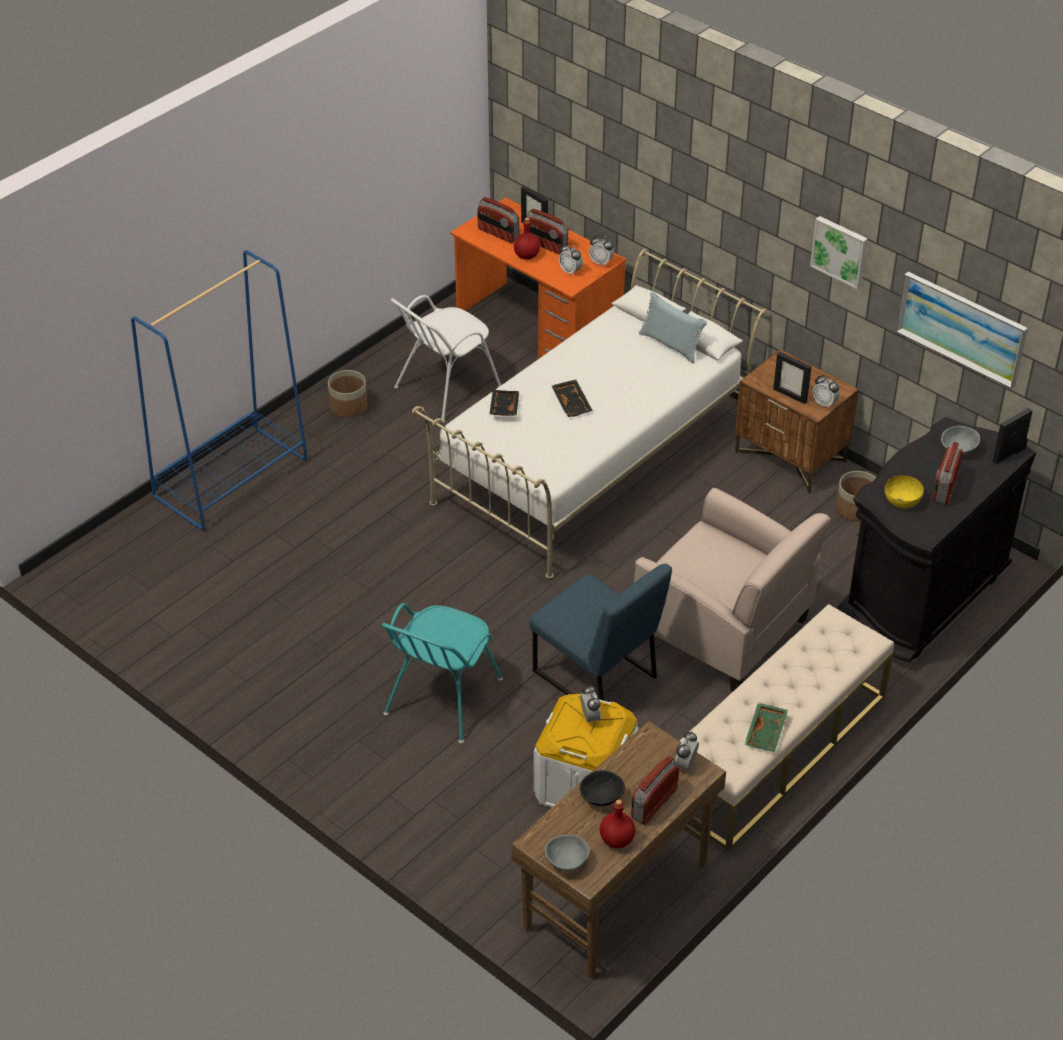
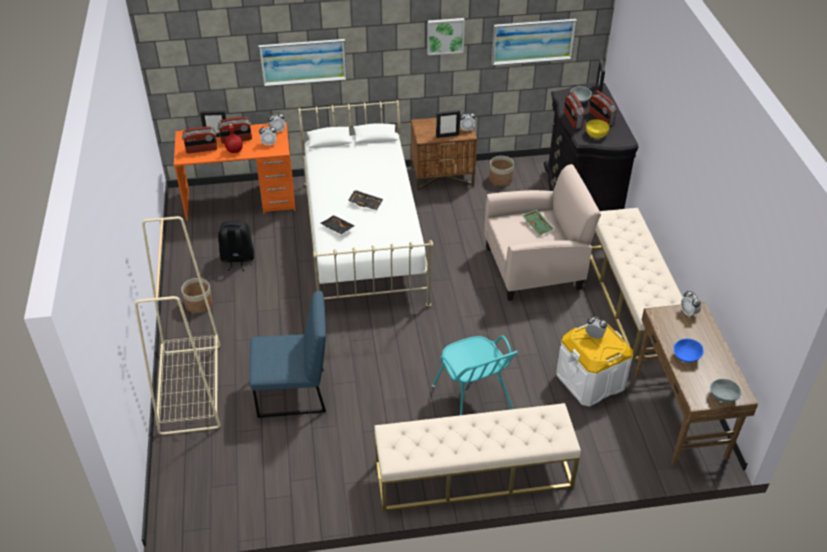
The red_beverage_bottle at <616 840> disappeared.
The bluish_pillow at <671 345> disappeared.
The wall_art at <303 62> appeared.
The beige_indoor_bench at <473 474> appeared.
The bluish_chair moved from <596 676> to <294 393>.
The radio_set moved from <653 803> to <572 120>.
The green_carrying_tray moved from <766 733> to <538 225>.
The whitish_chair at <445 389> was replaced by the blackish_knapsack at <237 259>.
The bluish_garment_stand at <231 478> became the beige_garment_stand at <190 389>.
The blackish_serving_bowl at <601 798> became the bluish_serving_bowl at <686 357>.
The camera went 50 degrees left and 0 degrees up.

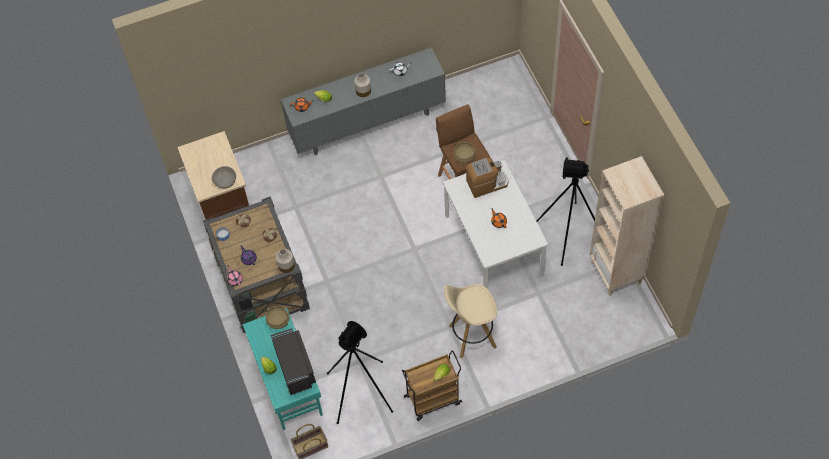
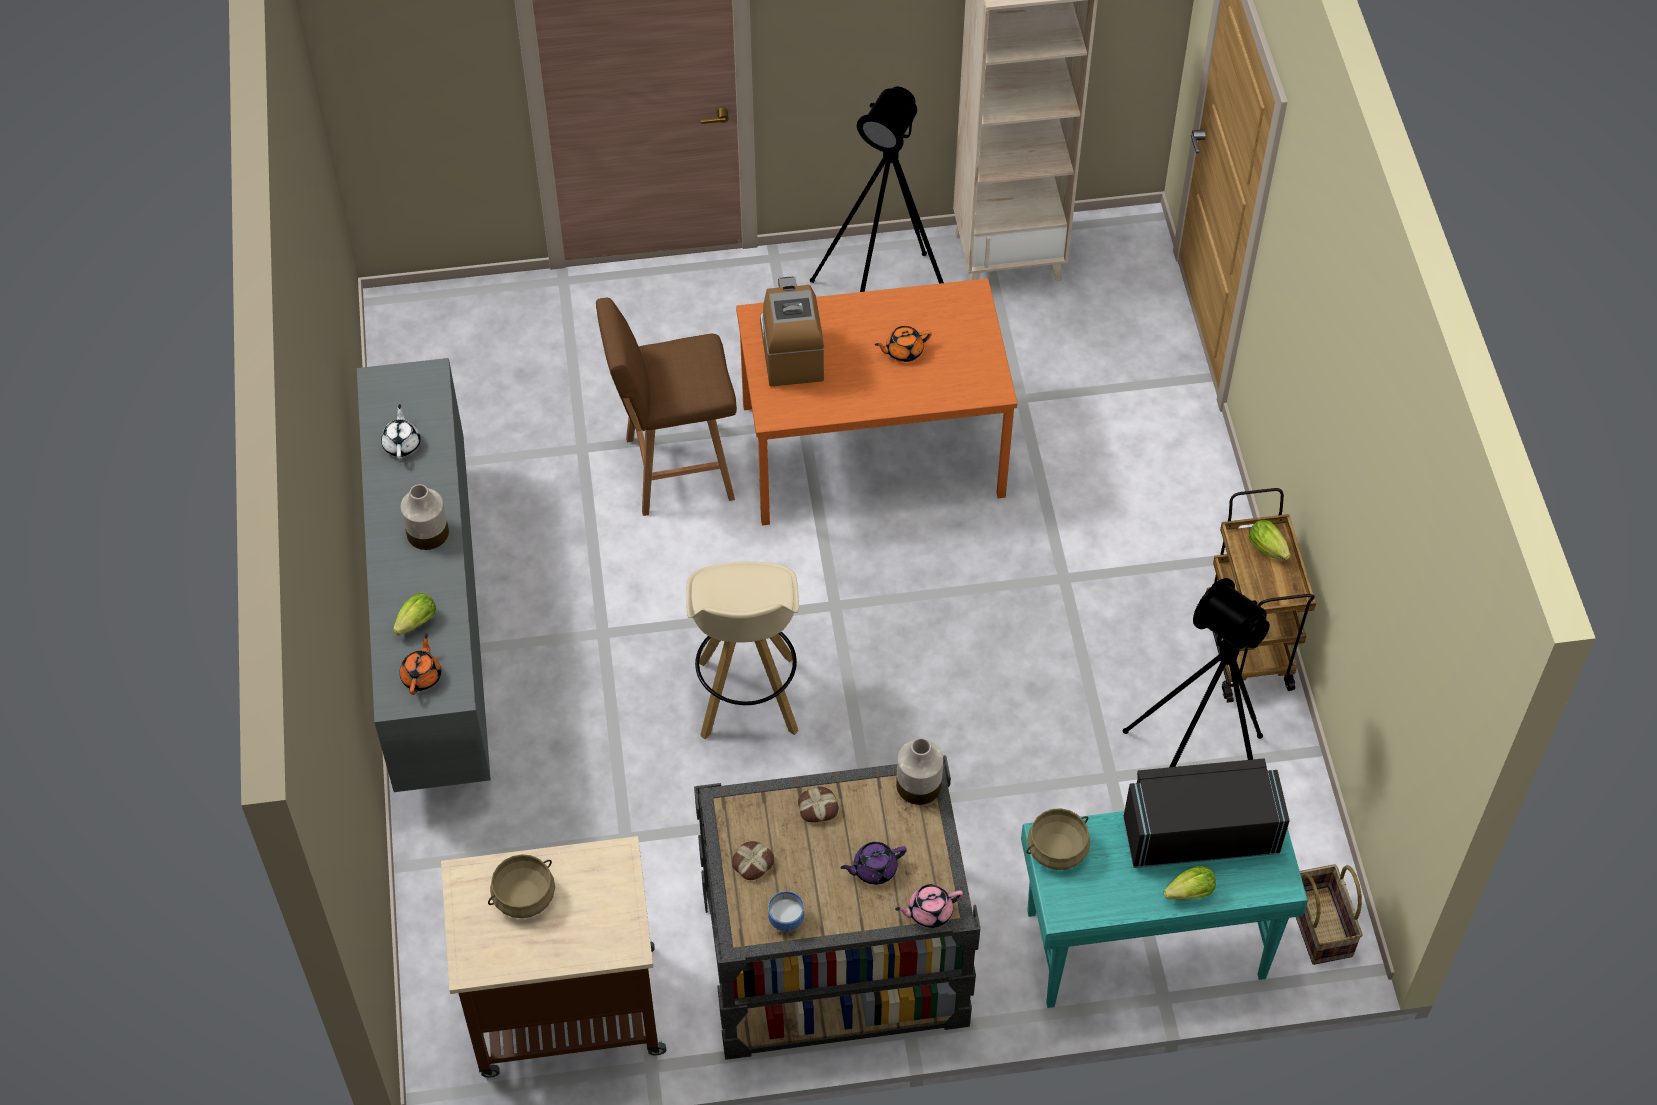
The grey_serving_bowl at <225 181> disappeared.
The beige_stool moved from <471 336> to <746 699>.
The beige_stockpot moved from <464 156> to <524 895>.
The whitish_dining_table at <493 244> became the orangey_dining_table at <871 451>.
The camera went 80 degrees left and 5 degrees down.

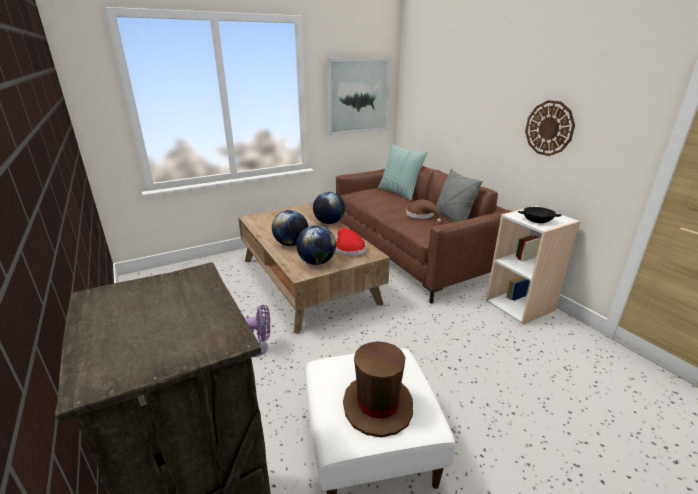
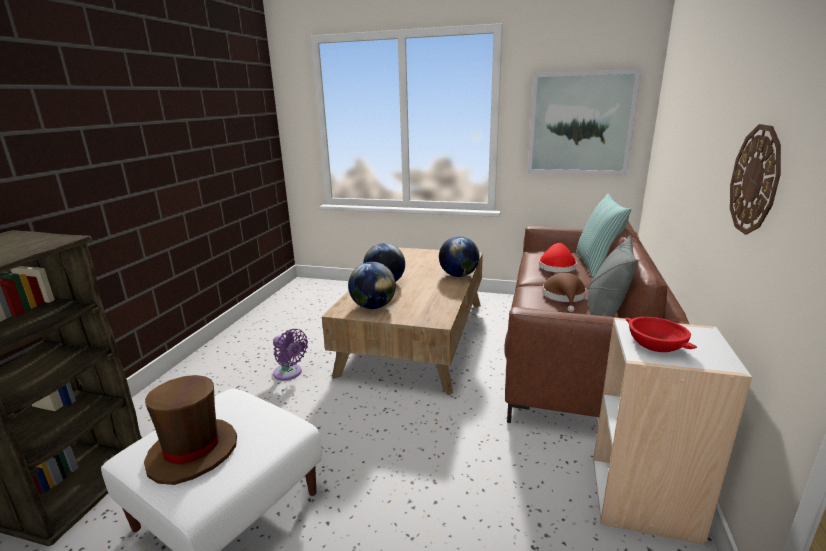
The red_wearable_hat moved from <348 249> to <557 266>.
The blackish_serving_bowl at <537 221> became the red_serving_bowl at <655 345>.
The camera went 45 degrees right and 5 degrees down.

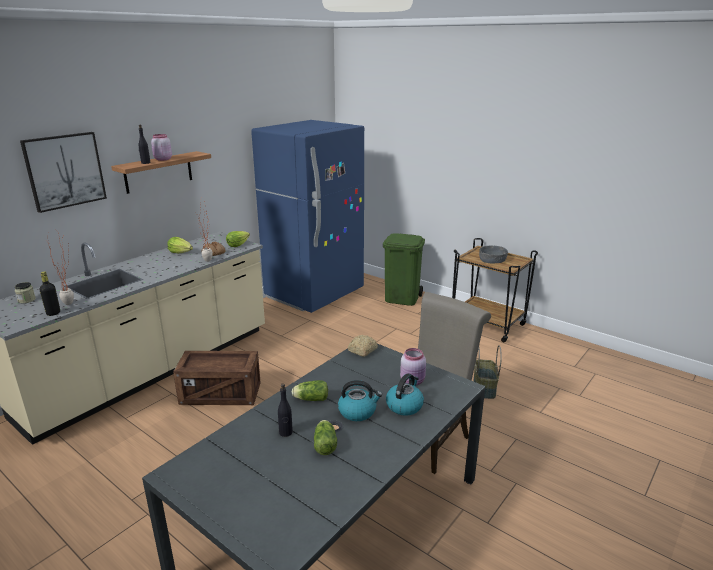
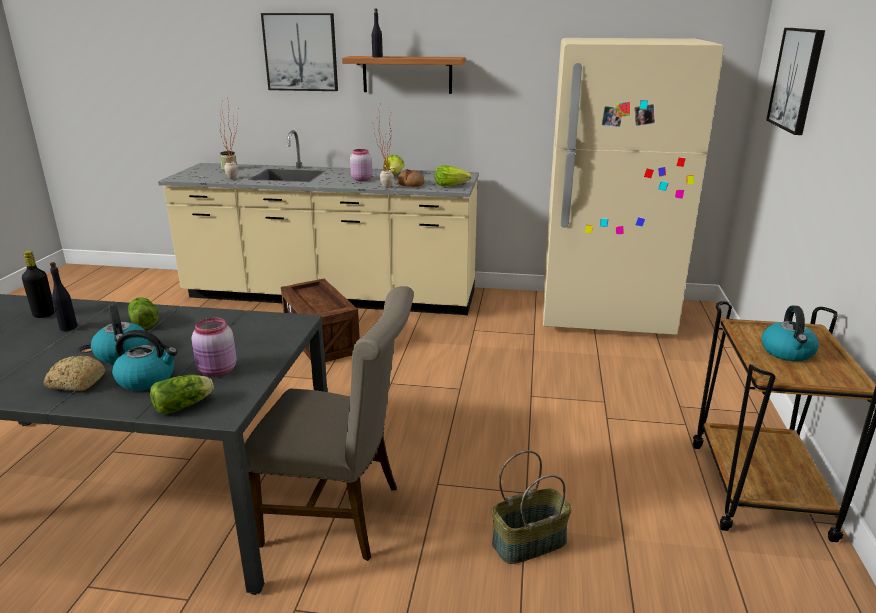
The green_rubbish_bin at <402 299> disappeared.
The wall_art at <796 79> appeared.
The blackish_beverage_bottle moved from <53 313> to <44 314>.
The pinkish_storage_jar moved from <162 159> to <361 179>.
The head_of_lettuce moved from <325 444> to <185 405>.
The bakery_bread moved from <362 350> to <76 382>.
The grey_serving_bowl at <492 259> was replaced by the tea_kettle at <787 352>.
The bluish_kitchen_fridge at <315 294> became the beige_kitchen_fridge at <605 315>.
The camera went 60 degrees right and 0 degrees up.

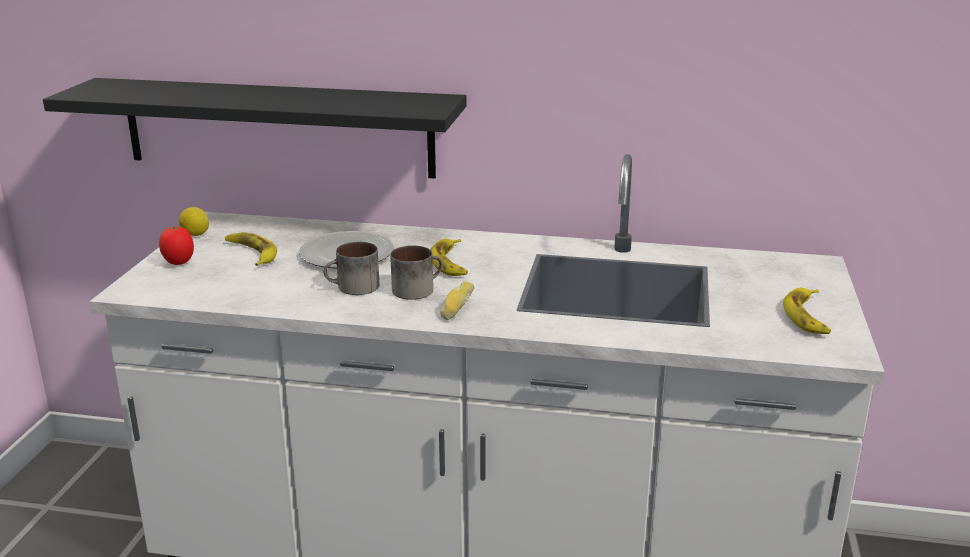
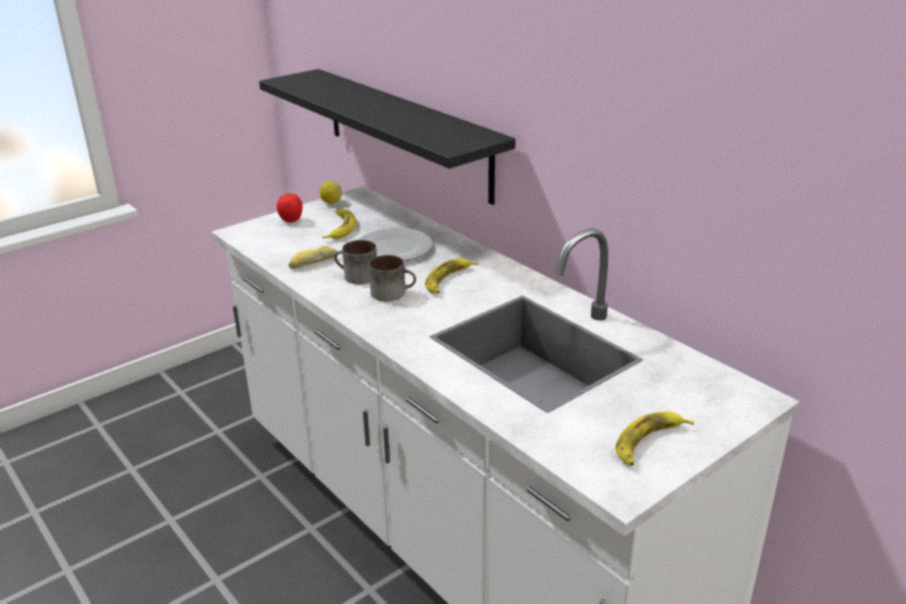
The bakery_bread moved from <456 307> to <313 262>.
The camera went 40 degrees right and 5 degrees up.

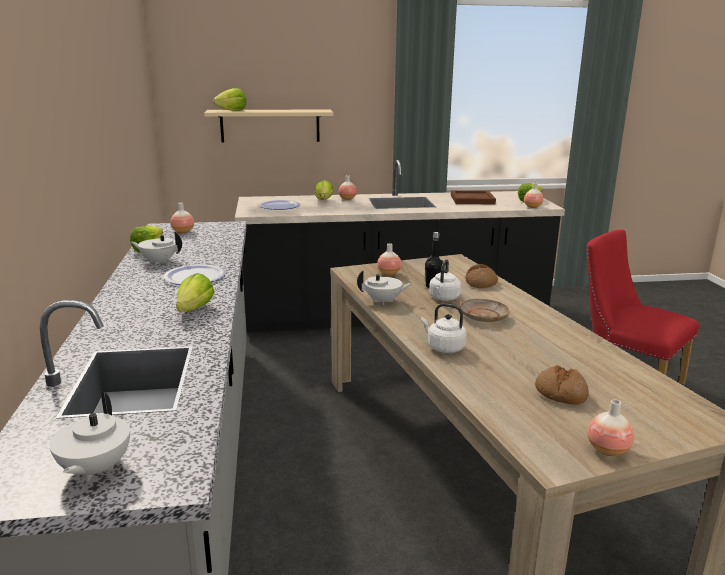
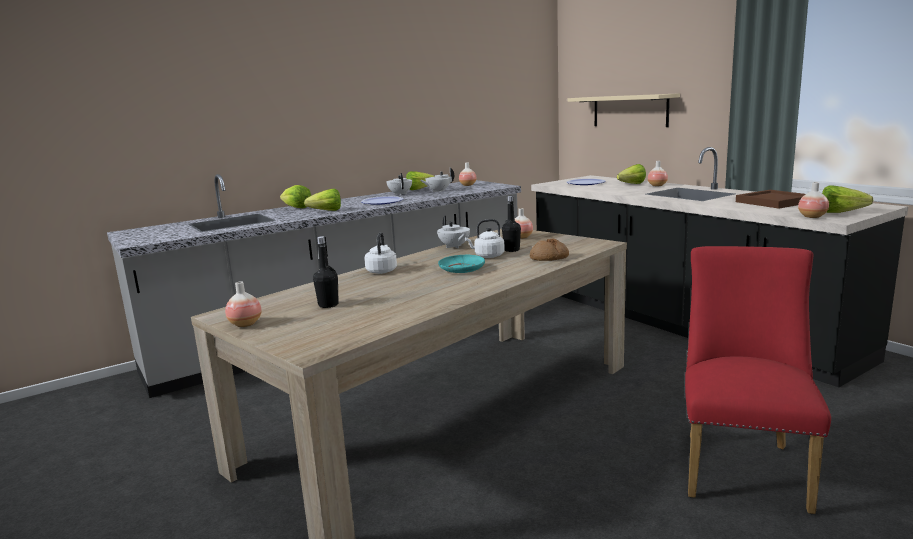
The whitish_tea_pot moved from <94 469> to <438 191>.
The head_of_lettuce moved from <232 111> to <297 208>.
The bakery_bread at <560 393> was replaced by the blackish_beverage_bottle at <328 305>.
The beige_dinner_plate at <483 316> became the turquoise-coloured_dinner_plate at <462 270>.
The camera went 65 degrees right and 5 degrees down.

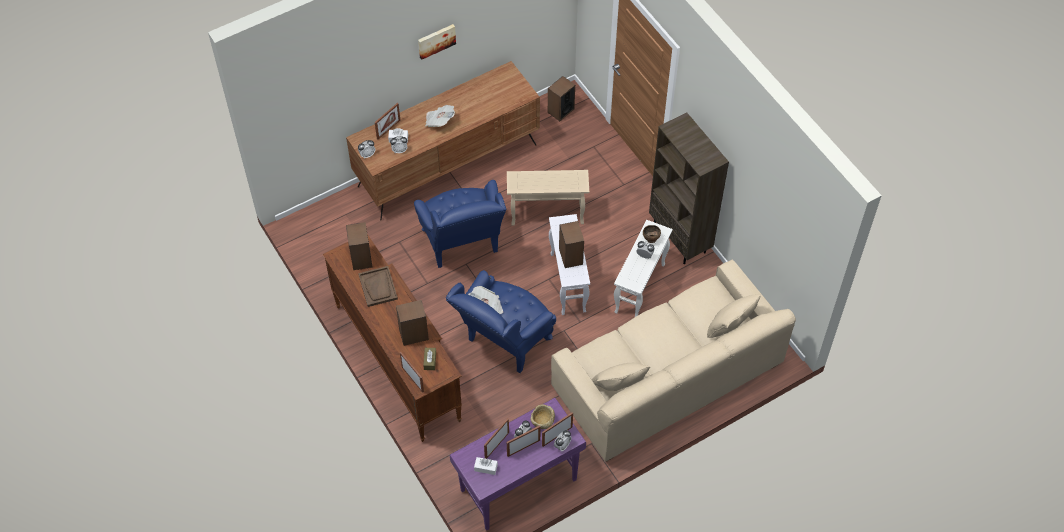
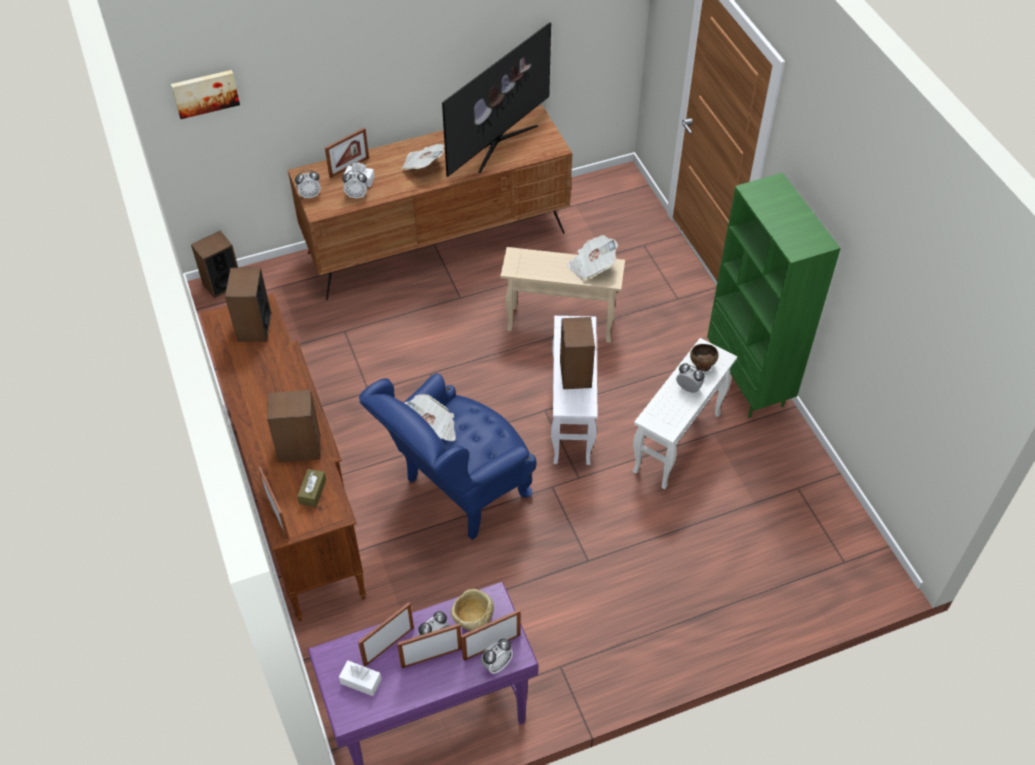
The brown_carrying_tray at <378 287> disappeared.
The bluish_armchair at <463 247> disappeared.
The beige_couch at <666 377> disappeared.
The TV_set at <497 143> appeared.
The newspaper at <591 266> appeared.
The wall_art moved from <436 40> to <205 93>.
The loudspeaker moved from <560 110> to <222 283>.
The brown_bookcase at <680 239> became the green_bookcase at <748 382>.
The camera went 10 degrees right and 5 degrees down.

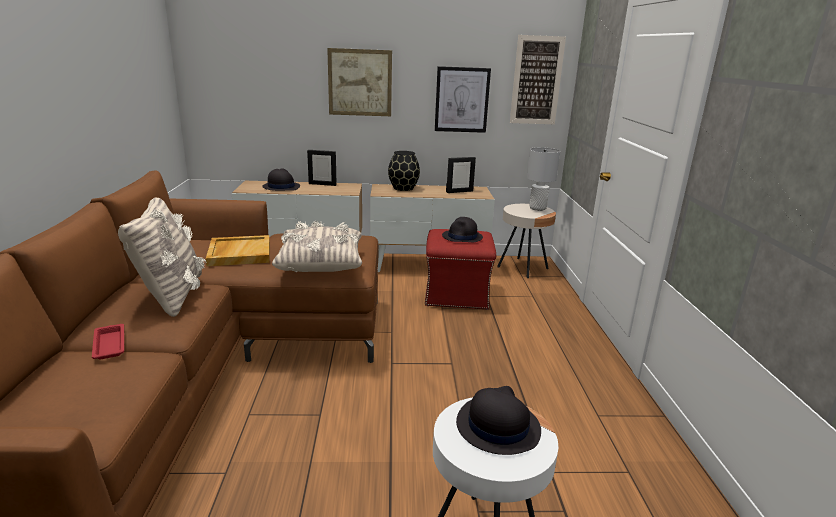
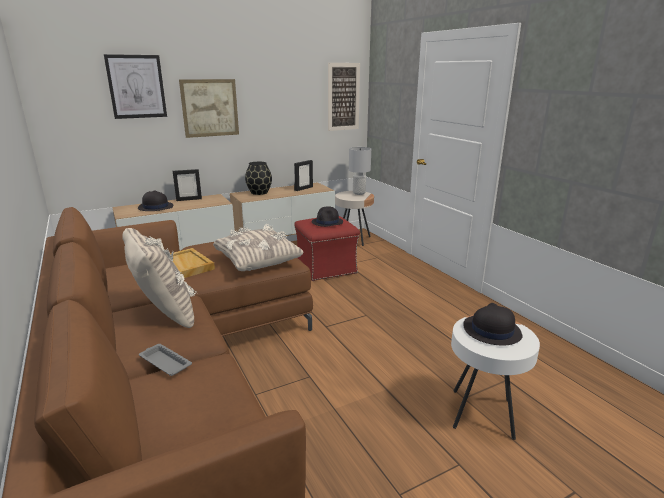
The wall_art moved from <462 100> to <136 86>.
The red_carrying_tray at <109 344> became the grey_carrying_tray at <164 362>.
The camera went 25 degrees left and 0 degrees up.

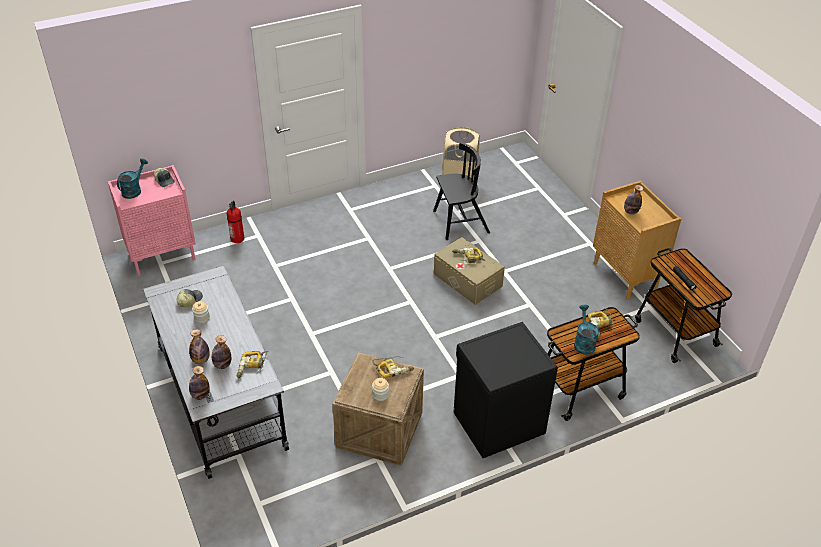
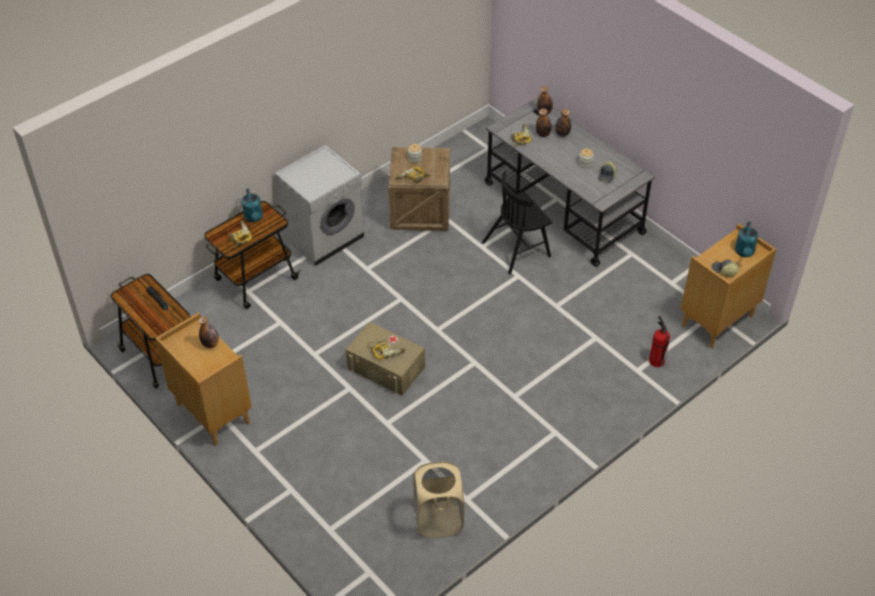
The blackish_chair moved from <457 222> to <519 247>.
The pinkish_storage_cabinet at <163 256> became the brown_storage_cabinet at <717 321>.
The blackish_laundry_machine at <497 422> became the whitish_laundry_machine at <324 237>.
The camera went 165 degrees right and 5 degrees up.

